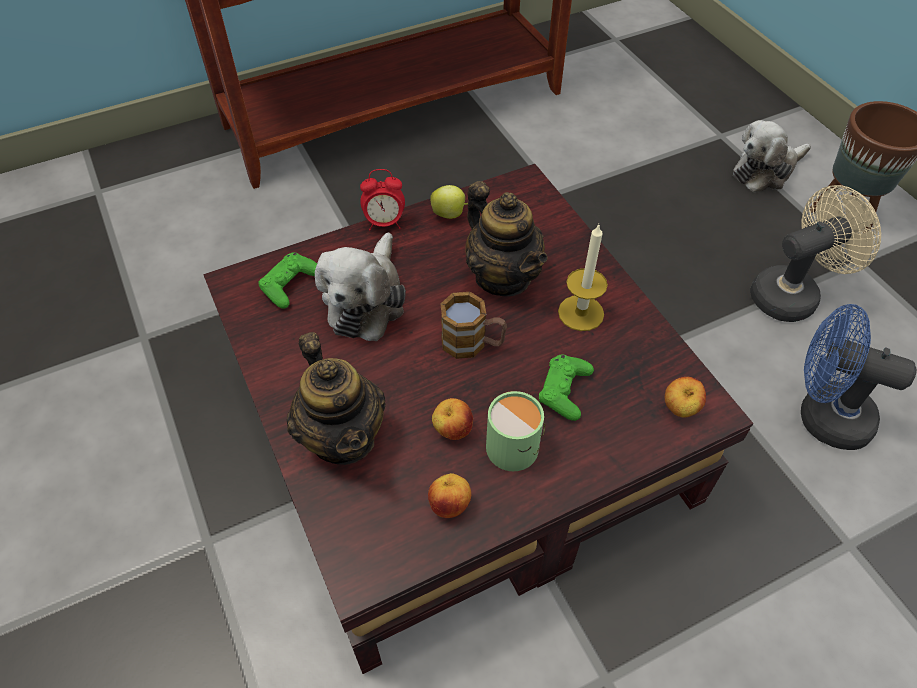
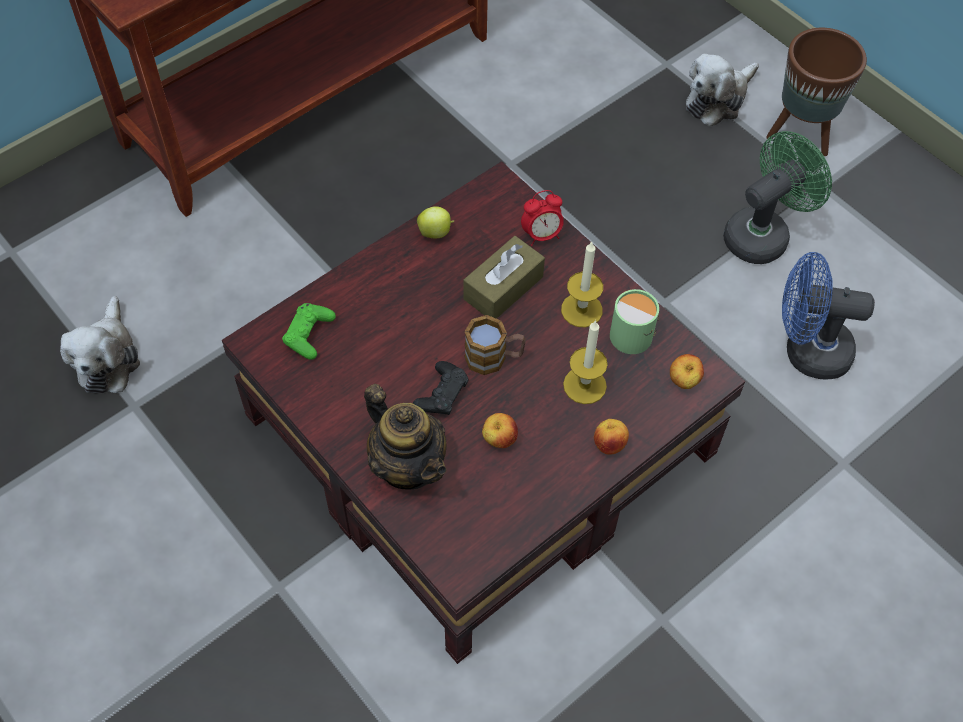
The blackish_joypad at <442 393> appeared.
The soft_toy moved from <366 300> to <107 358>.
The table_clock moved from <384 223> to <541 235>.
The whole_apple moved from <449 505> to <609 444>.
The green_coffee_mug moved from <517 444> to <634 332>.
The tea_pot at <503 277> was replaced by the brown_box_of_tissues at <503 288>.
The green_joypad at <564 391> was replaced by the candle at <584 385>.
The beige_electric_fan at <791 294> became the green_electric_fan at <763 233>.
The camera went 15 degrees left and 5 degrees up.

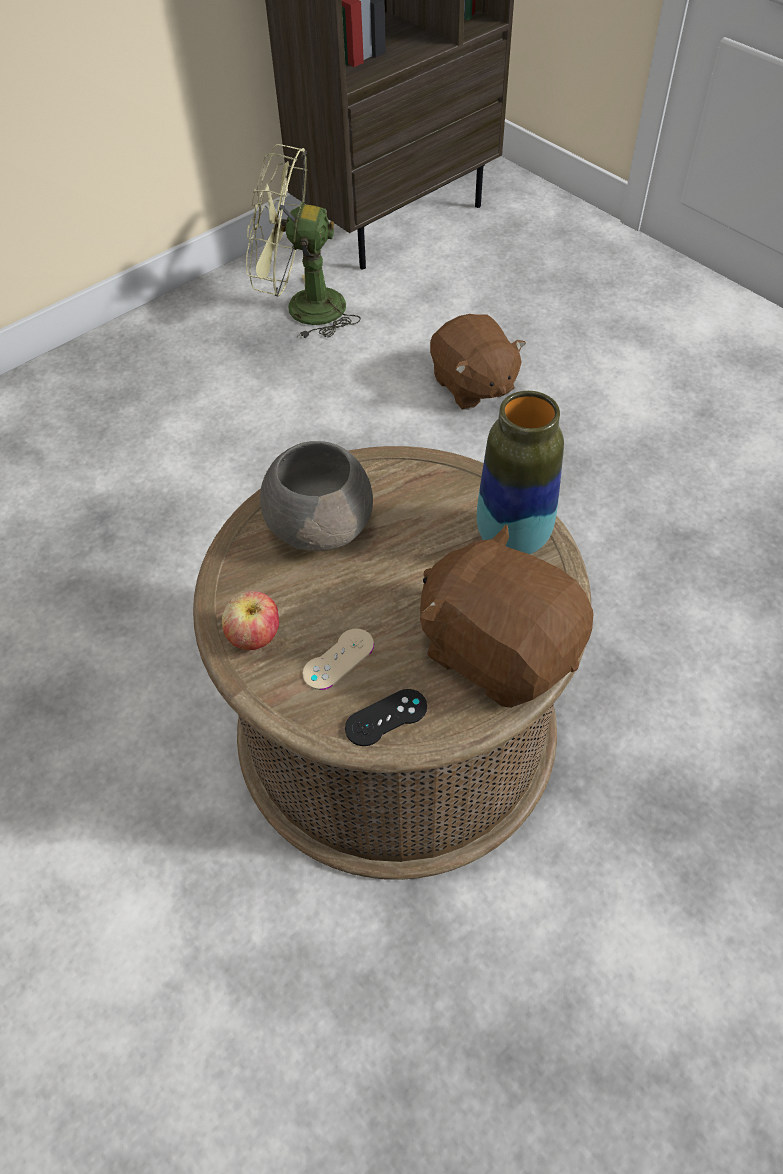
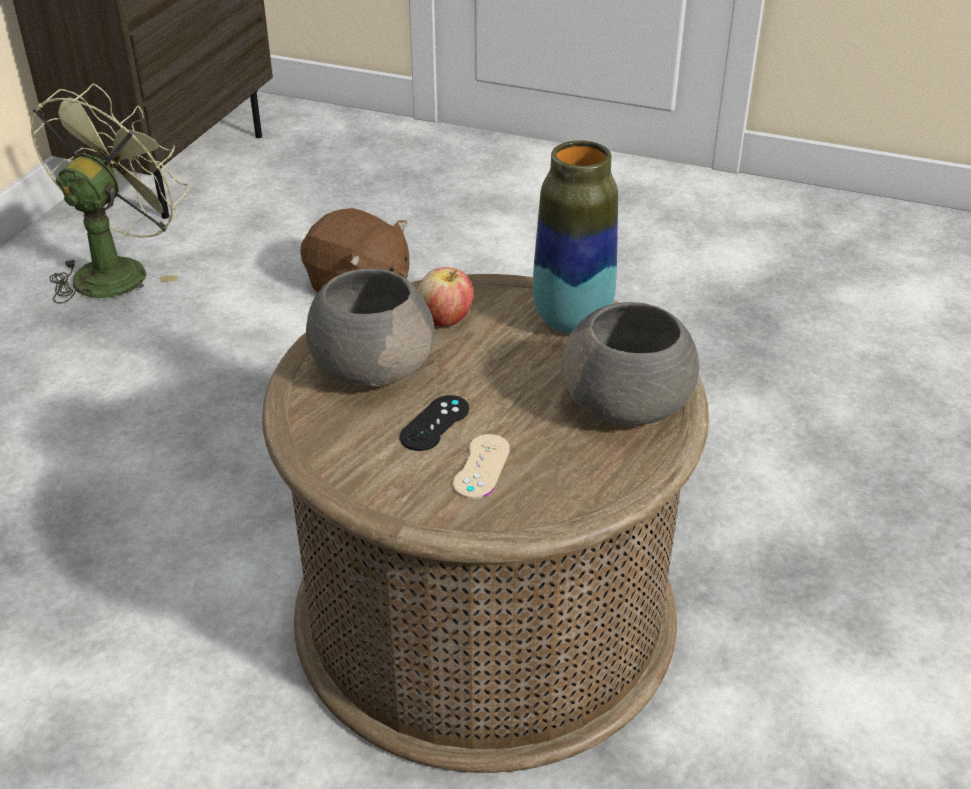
The whole_apple moved from <255 637> to <445 320>.
The blackish_joypad moved from <386 717> to <435 423>.
The brown_soft_toy at <499 649> was replaced by the grey_serving_bowl at <628 406>.
The green_electric_fan at <302 308> turned 135 degrees clockwise.
The camera went 30 degrees left and 15 degrees down.

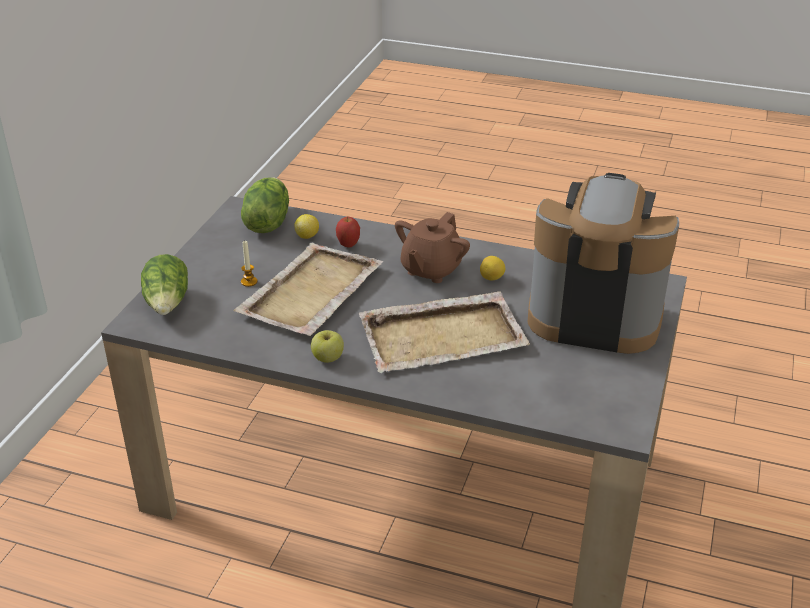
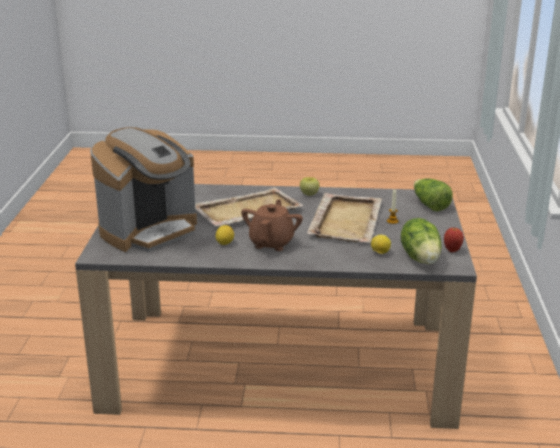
The whole_apple moved from <348 245> to <452 250>.
The coffee_maker at <593 315> turned 45 degrees counterclockwise.
The camera went 165 degrees right and 10 degrees down.

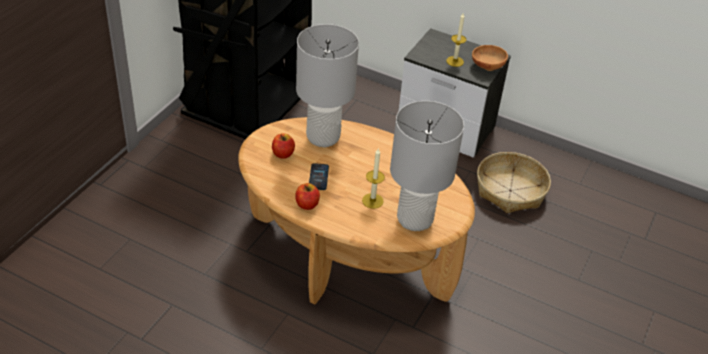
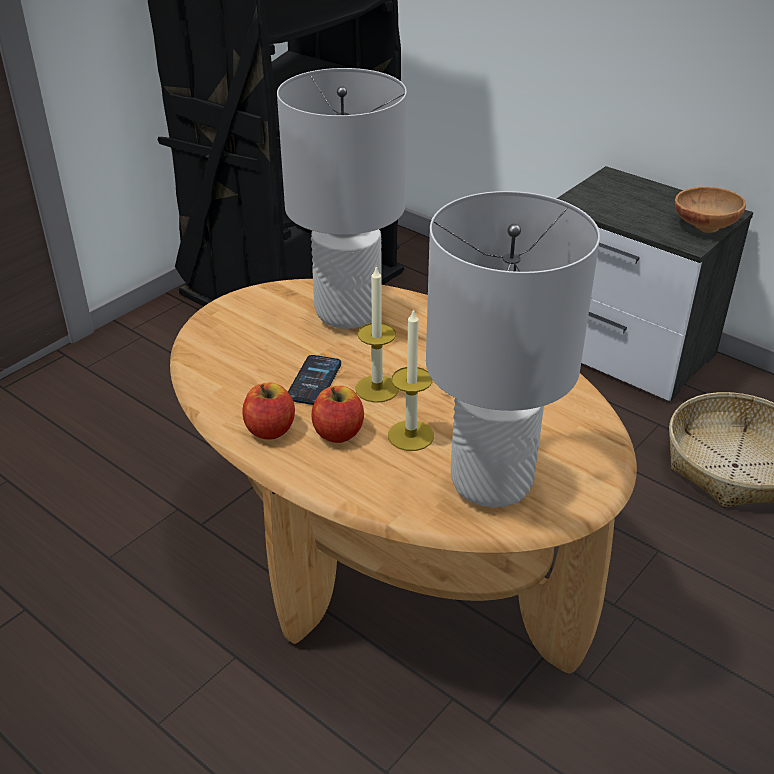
The whole_apple moved from <283 154> to <338 433>.
The candle moved from <455 61> to <377 389>.
The camera went 15 degrees right and 5 degrees down.

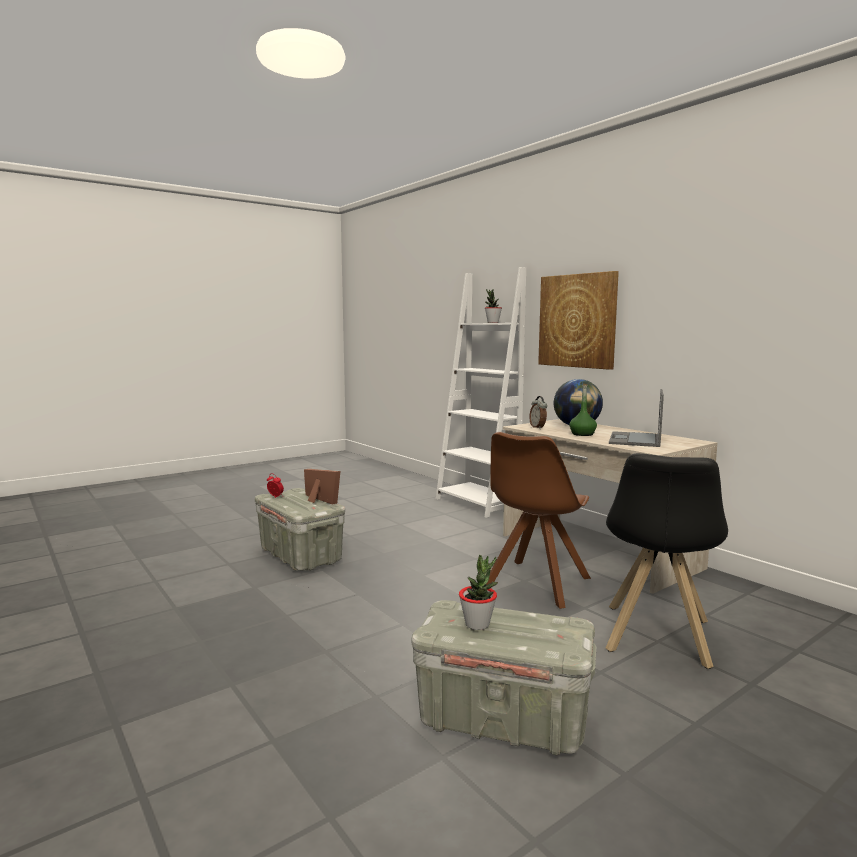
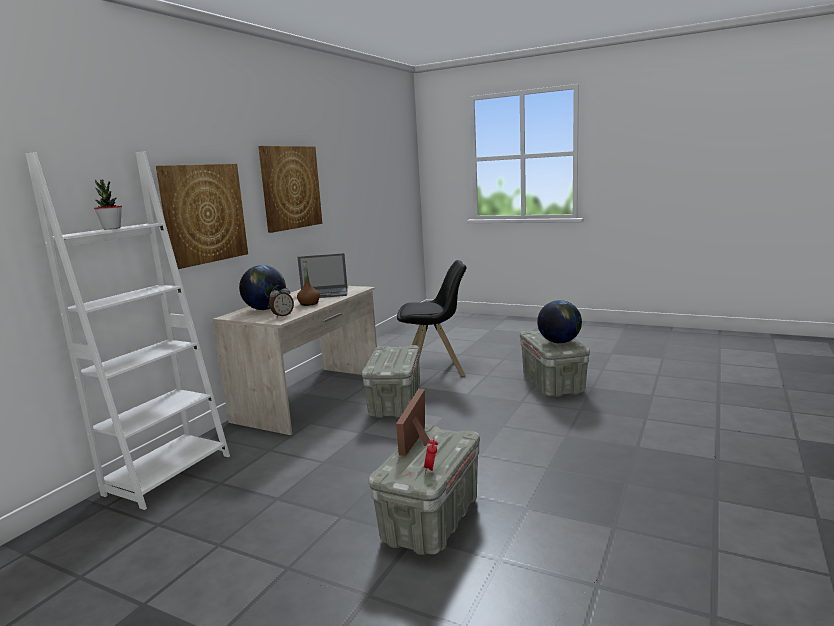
The wall_art at <290 187> appeared.
The potted_plant at <477 624> was replaced by the world_globe at <559 342>.
The brown_chair at <535 584> was replaced by the grey_storage_container at <395 404>.
The green_beverage_bottle at <582 434> became the brown_beverage_bottle at <309 303>.
The camera went 115 degrees left and 5 degrees up.

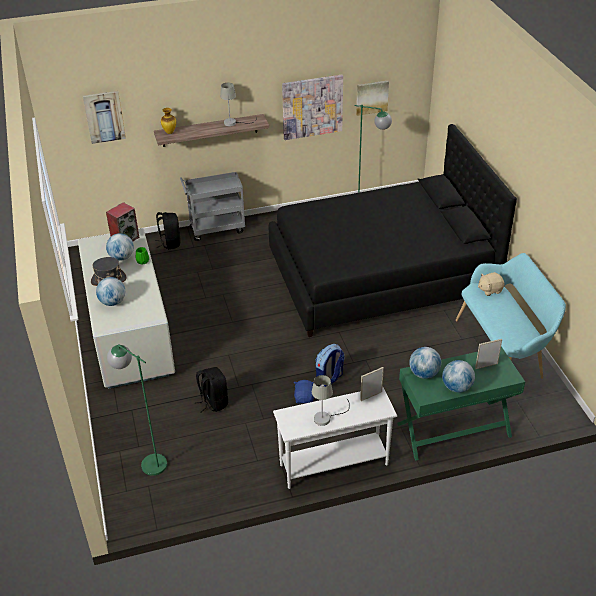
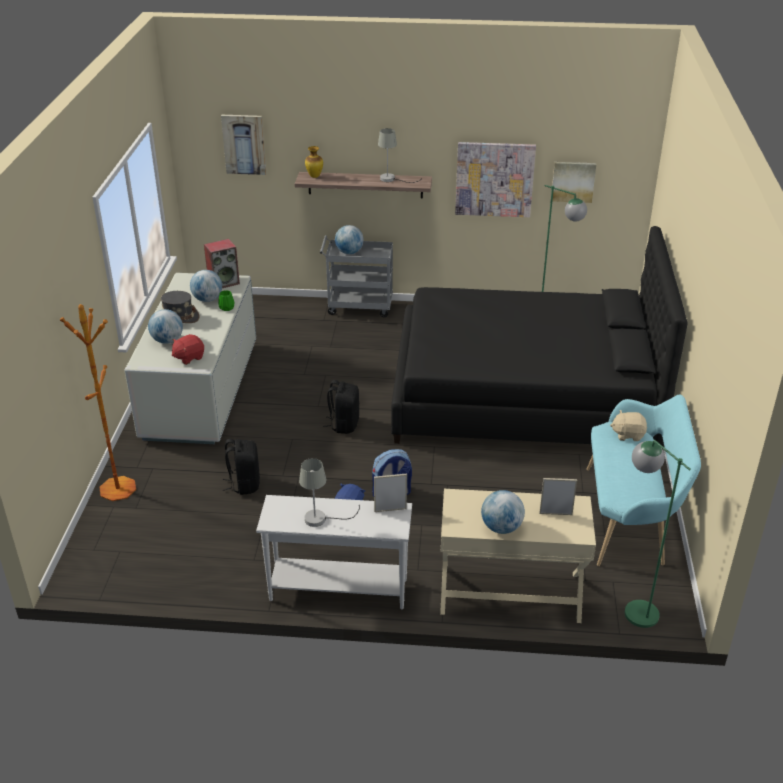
The orangey_garment_stand at <117 488> appeared.
The red_soft_toy at <188 357> appeared.
The green_standing_lamp moved from <147 460> to <633 606>.
The blackish_knapsack moved from <170 243> to <344 424>.
The world_globe moved from <424 374> to <349 252>.
The green_desk at <454 430> became the beige_desk at <510 593>.
The camera went 20 degrees right and 5 degrees down.

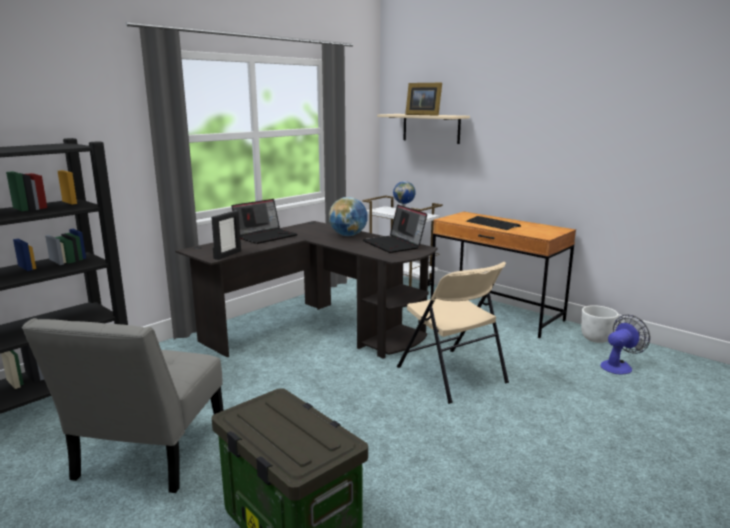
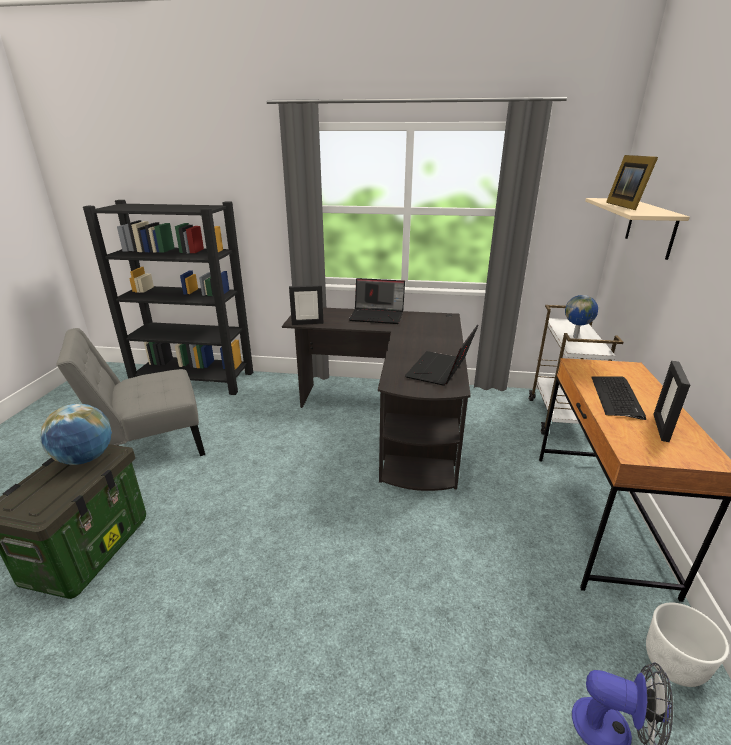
The beige_chair at <450 375> disappeared.
The standing_frame at <662 427> appeared.
The world_globe moved from <348 235> to <85 458>.
The camera went 55 degrees right and 10 degrees up.

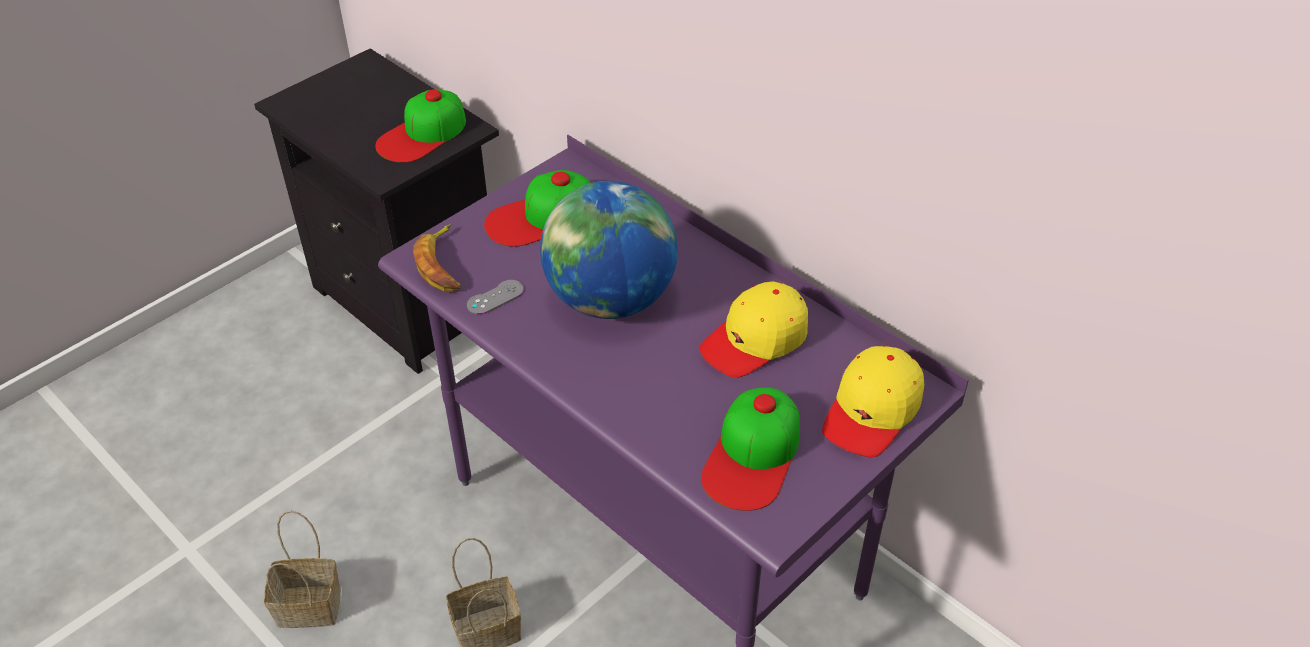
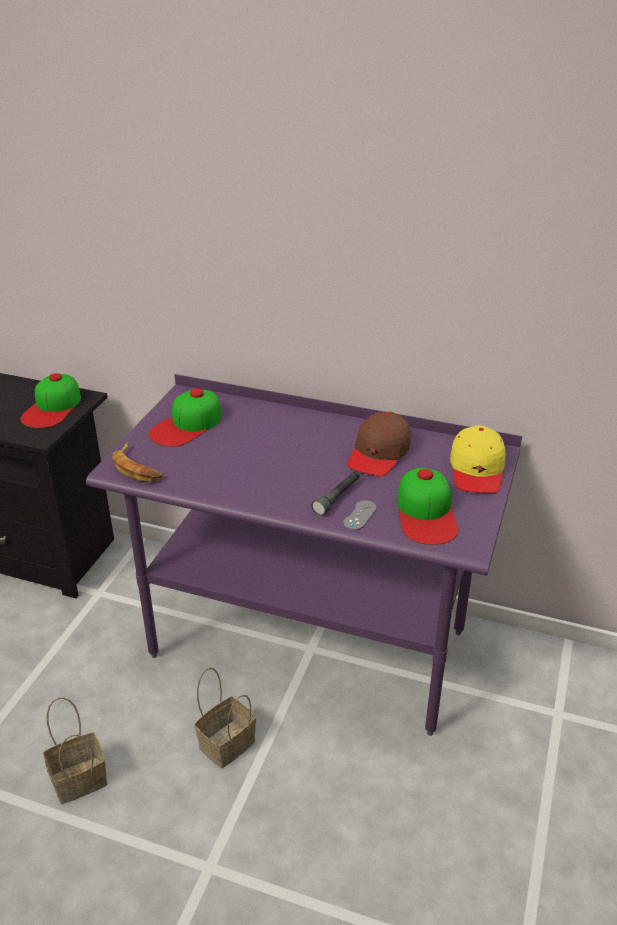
The world_globe at <610 300> disappeared.
The grey_flashlight at <337 498> appeared.
The grey_joypad moved from <495 297> to <360 515>.
The yellowish_peaked_cap at <755 340> became the brown_peaked_cap at <379 454>.
The camera went 25 degrees left and 10 degrees down.

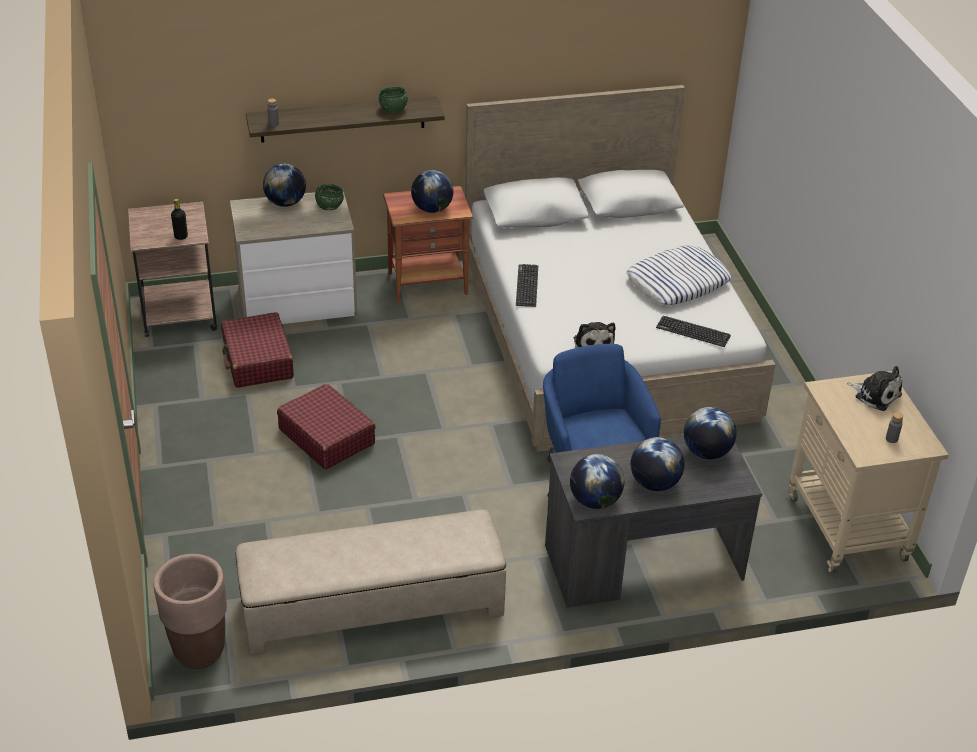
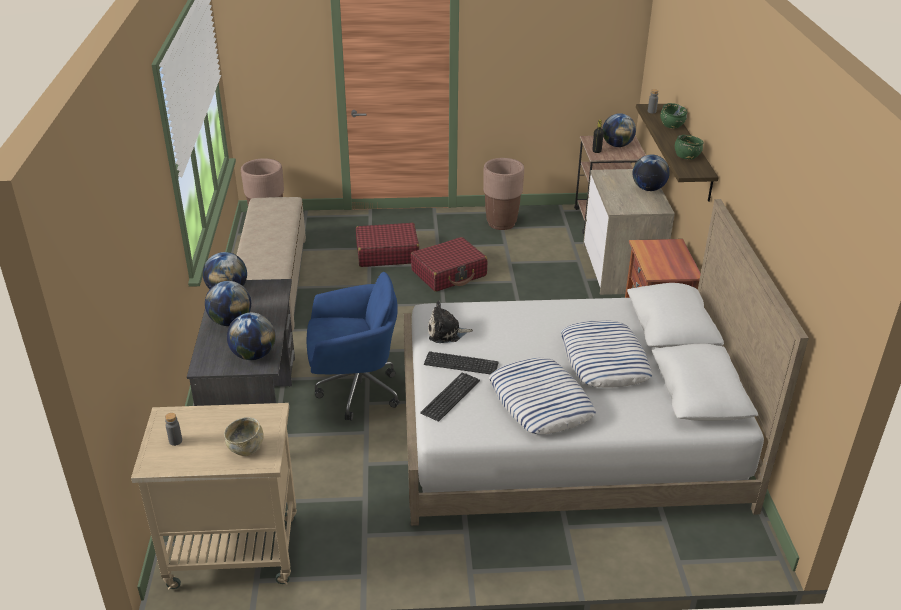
The brown_plant_pot at <501 223> appeared.
The pillow at <604 360> appeared.
The red_travel_case moved from <258 360> to <387 253>.
The green_serving_bowl moved from <329 206> to <671 125>.
The world_globe moved from <432 209> to <617 145>.
The keyboard moved from <527 286> to <461 364>.
The soft_toy at <875 395> was replaced by the beige_serving_bowl at <246 448>.
The camera went 100 degrees right and 5 degrees down.

